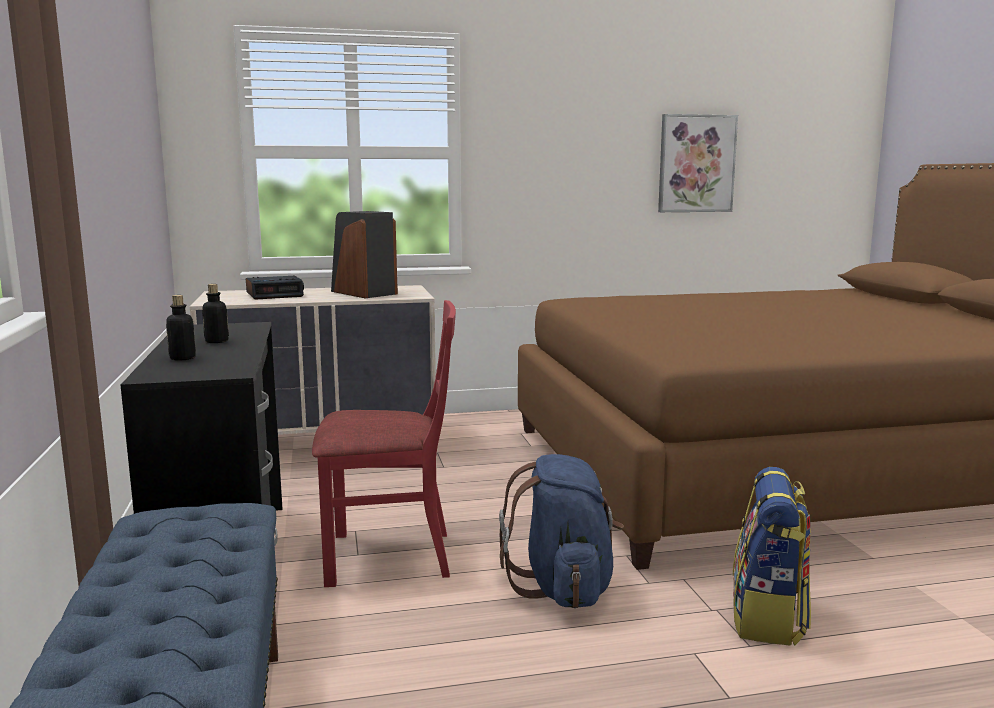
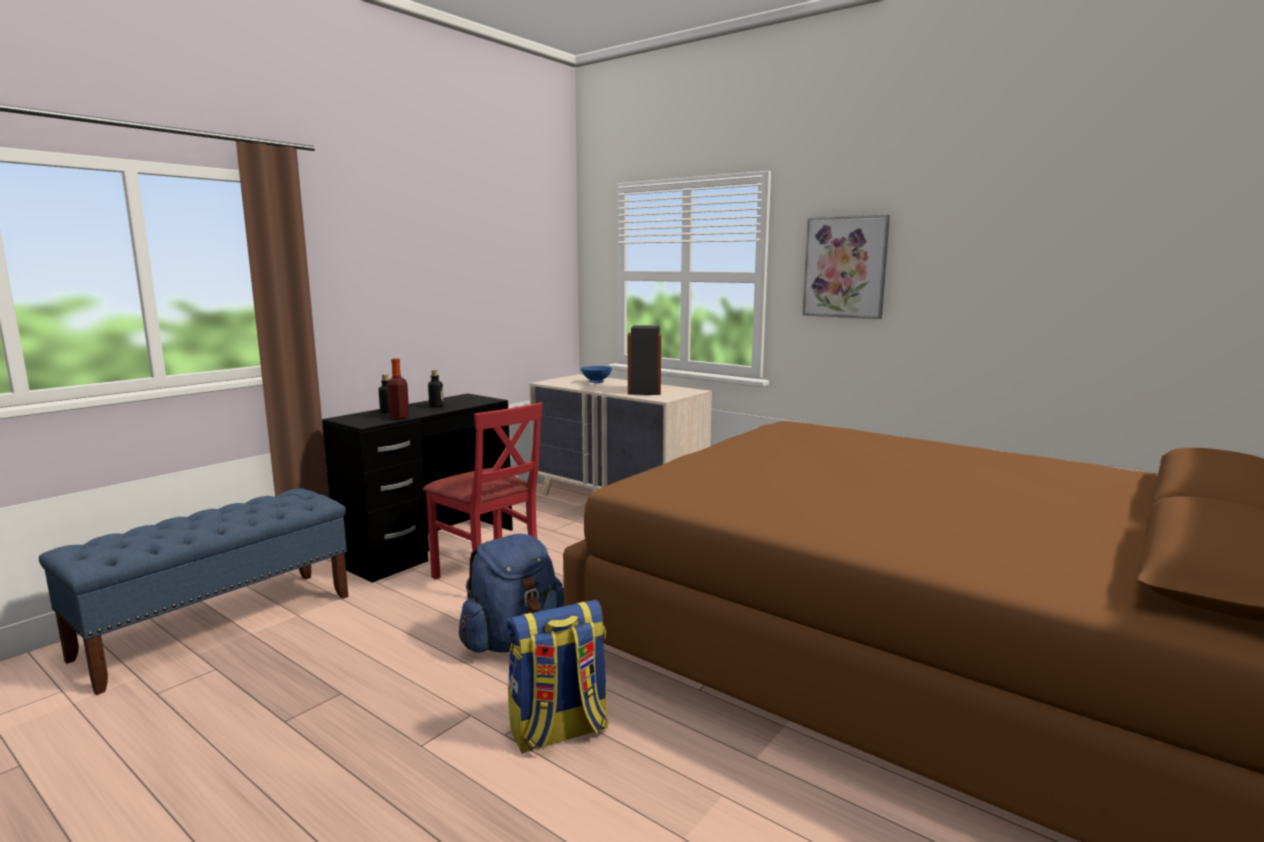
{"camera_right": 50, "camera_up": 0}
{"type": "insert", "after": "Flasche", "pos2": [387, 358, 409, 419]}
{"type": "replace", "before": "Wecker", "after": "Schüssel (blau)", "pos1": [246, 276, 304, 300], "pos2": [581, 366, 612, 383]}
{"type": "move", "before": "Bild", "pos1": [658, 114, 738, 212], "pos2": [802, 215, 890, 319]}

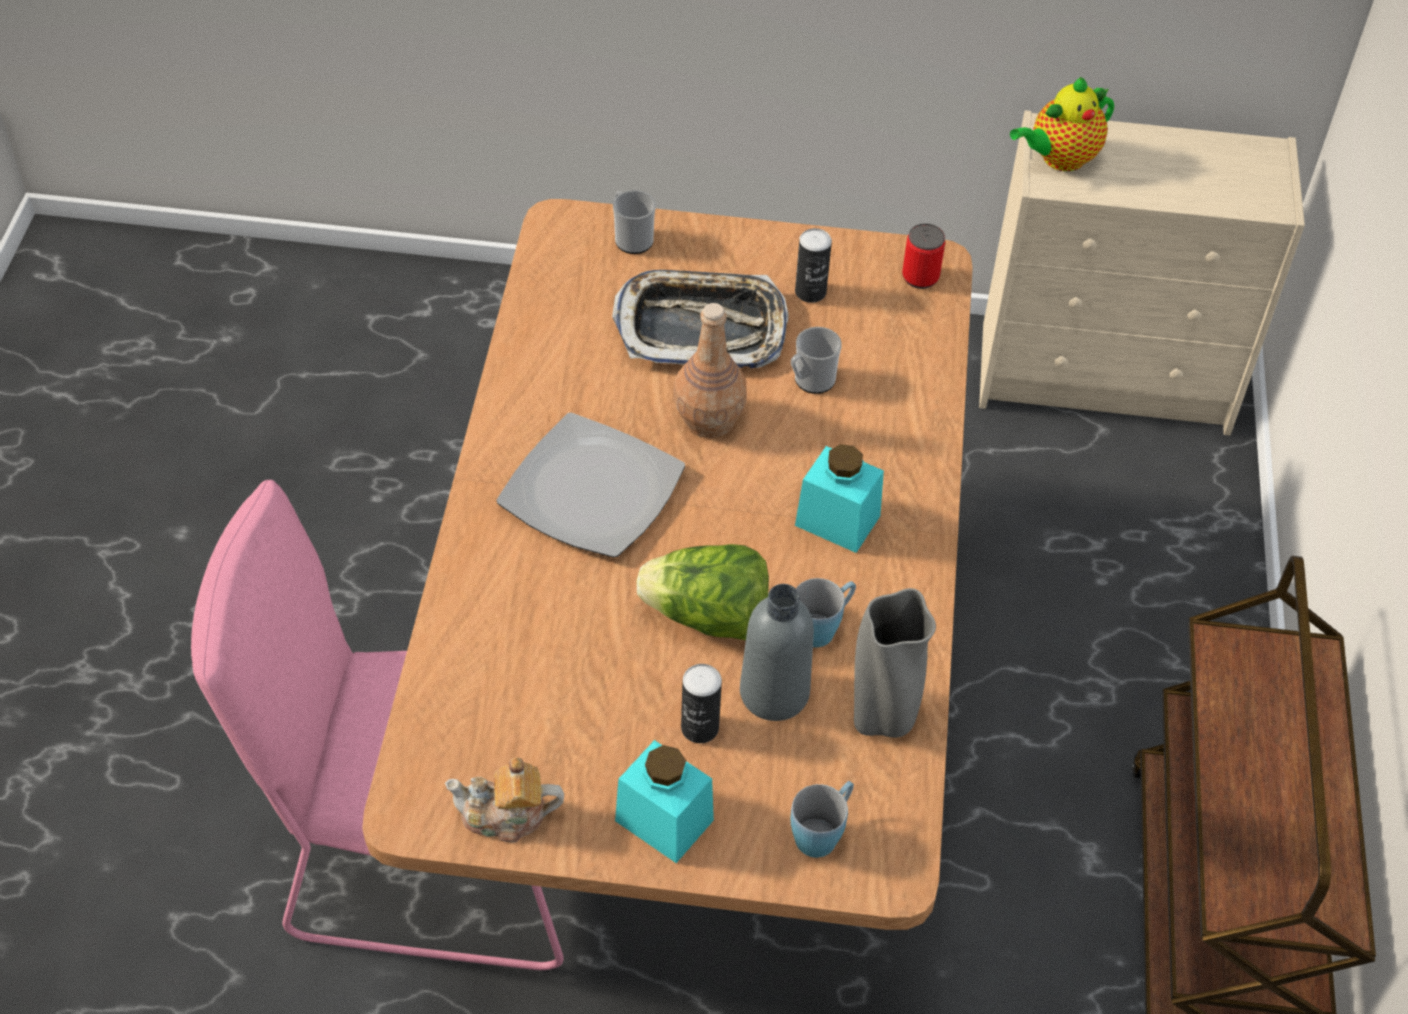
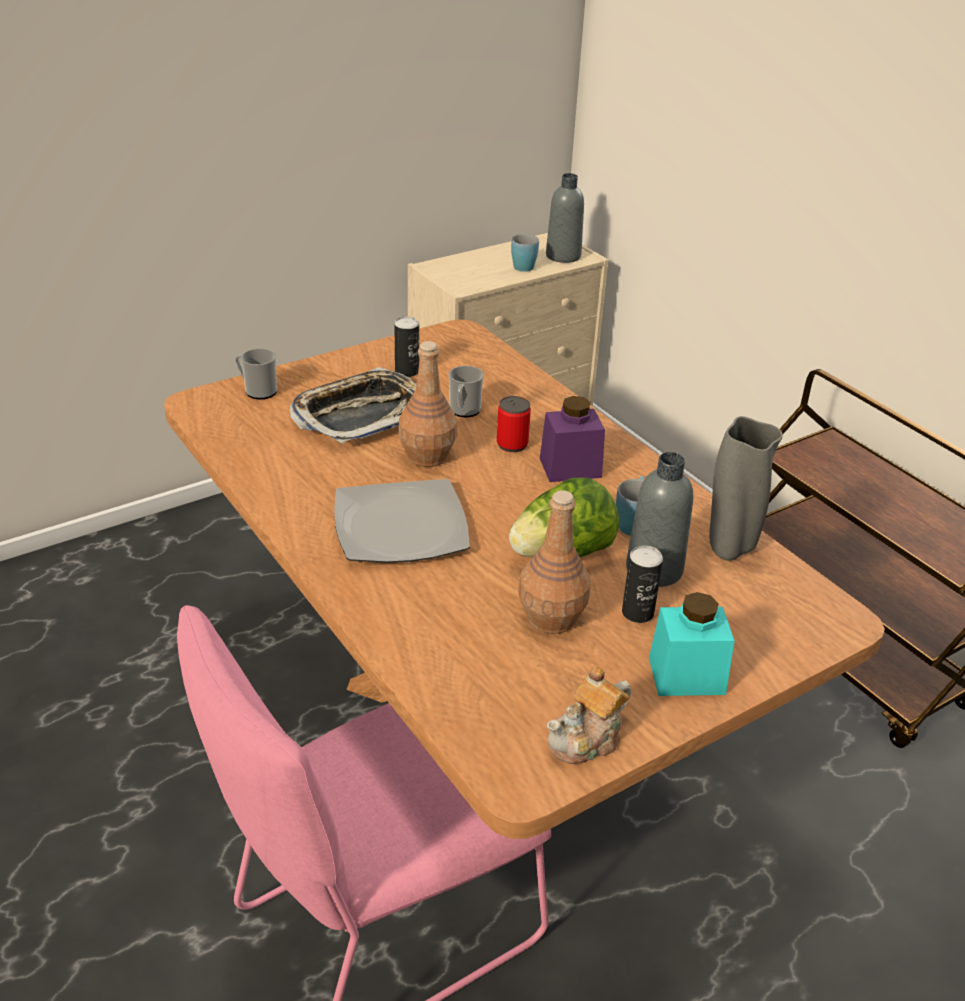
{"camera_right": -40, "camera_up": -15}
{"type": "move", "before": "Dose", "pos1": [902, 223, 945, 289], "pos2": [497, 396, 531, 452]}
{"type": "move", "before": "Henkelbecher (blau)", "pos1": [791, 781, 854, 858], "pos2": [511, 234, 539, 272]}
{"type": "insert", "after": "Flasche (braun)", "pos2": [518, 490, 591, 634]}
{"type": "recolor", "before": "Vorratsglas (türkis)", "after": "Vorratsglas (lila)", "pos1": [795, 444, 884, 553], "pos2": [540, 396, 605, 482]}
{"type": "insert", "after": "Flasche (grau)", "pos2": [546, 173, 584, 263]}
{"type": "delete", "before": "Teekanne", "pos1": [1010, 77, 1114, 171]}

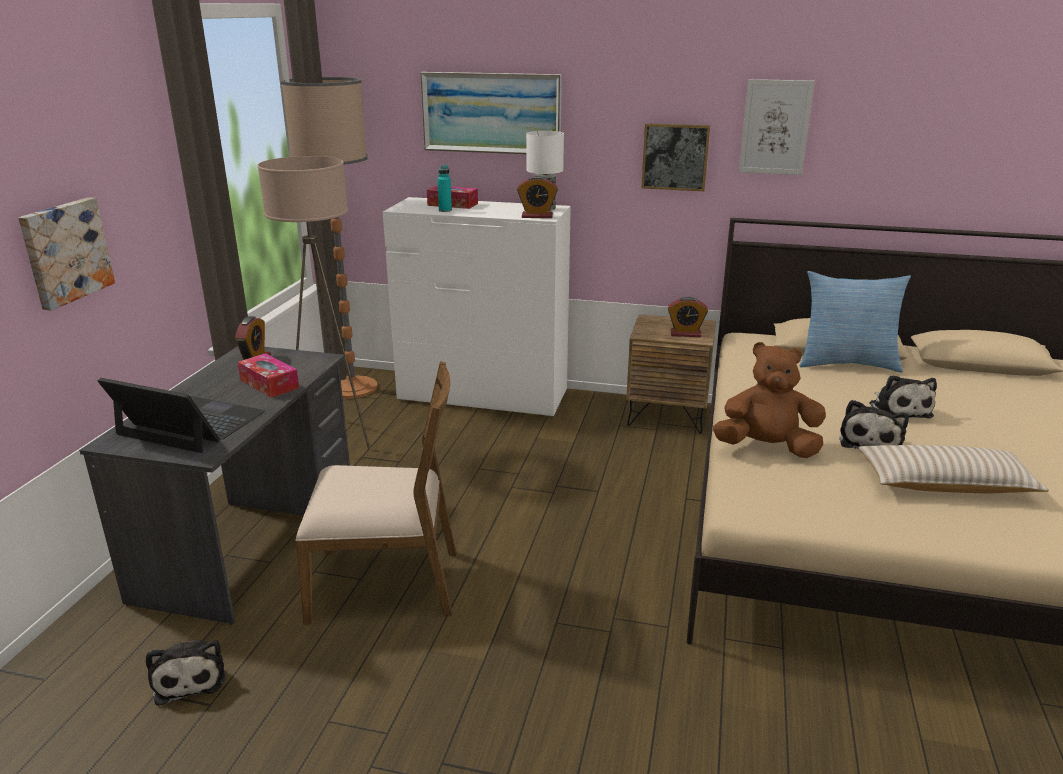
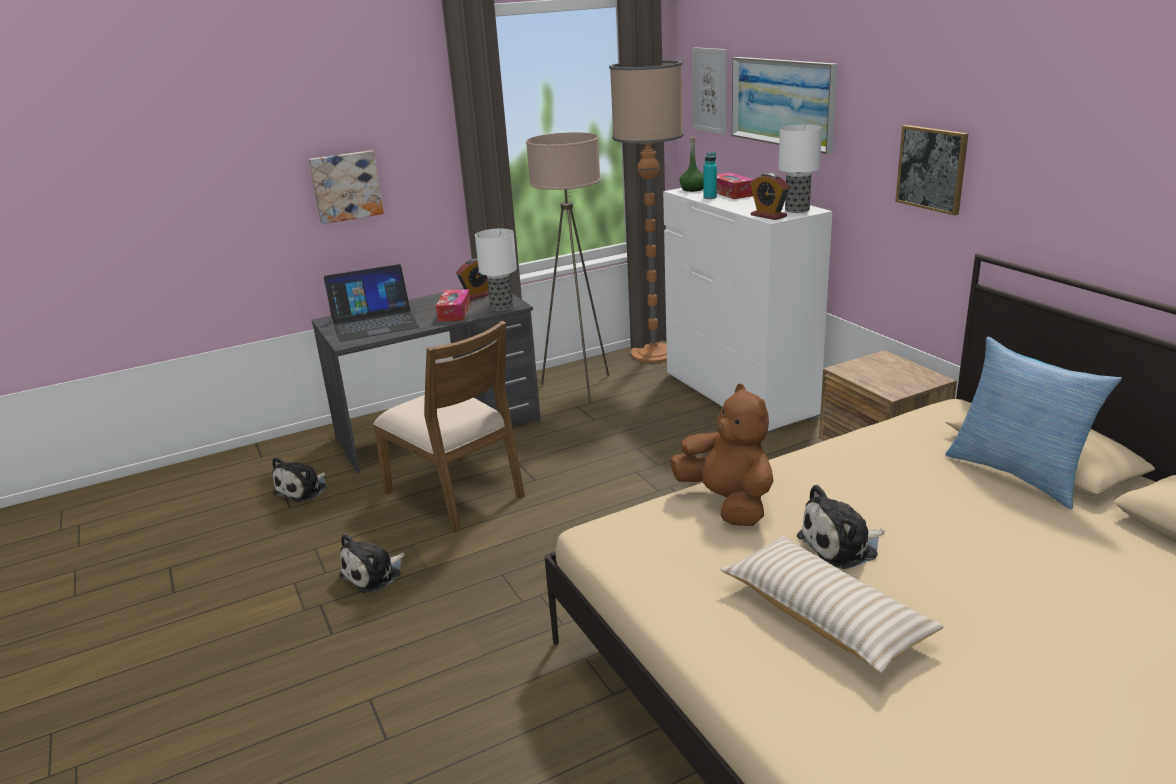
{"camera_right": 50, "camera_up": 0}
{"type": "rotate", "before": "Laptop", "pos1": [98, 378, 265, 453], "pos2": [324, 264, 420, 342], "turn": 90}
{"type": "move", "before": "Plüschtier", "pos1": [870, 375, 937, 418], "pos2": [339, 534, 405, 593]}
{"type": "insert", "after": "Tischlampe", "pos2": [475, 229, 517, 311]}
{"type": "insert", "after": "Flasche (grün)", "pos2": [679, 137, 703, 192]}
{"type": "move", "before": "Bild", "pos1": [739, 79, 815, 175], "pos2": [692, 47, 727, 135]}
{"type": "delete", "before": "Wecker", "pos1": [668, 297, 708, 337]}

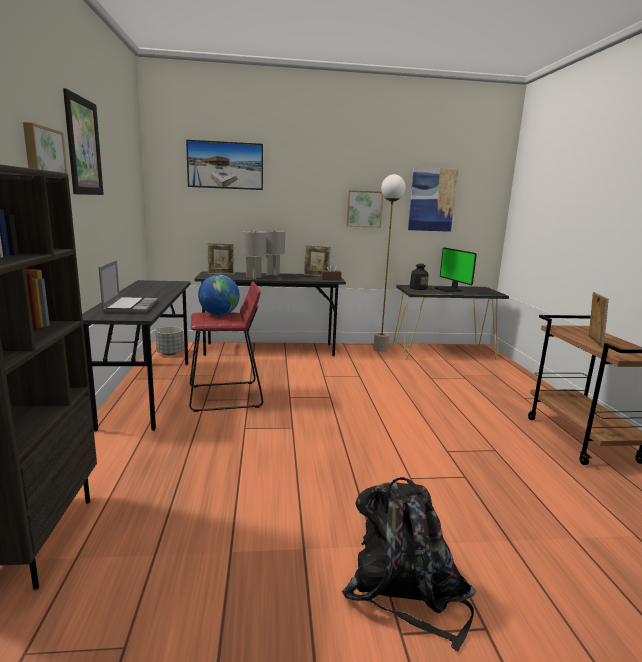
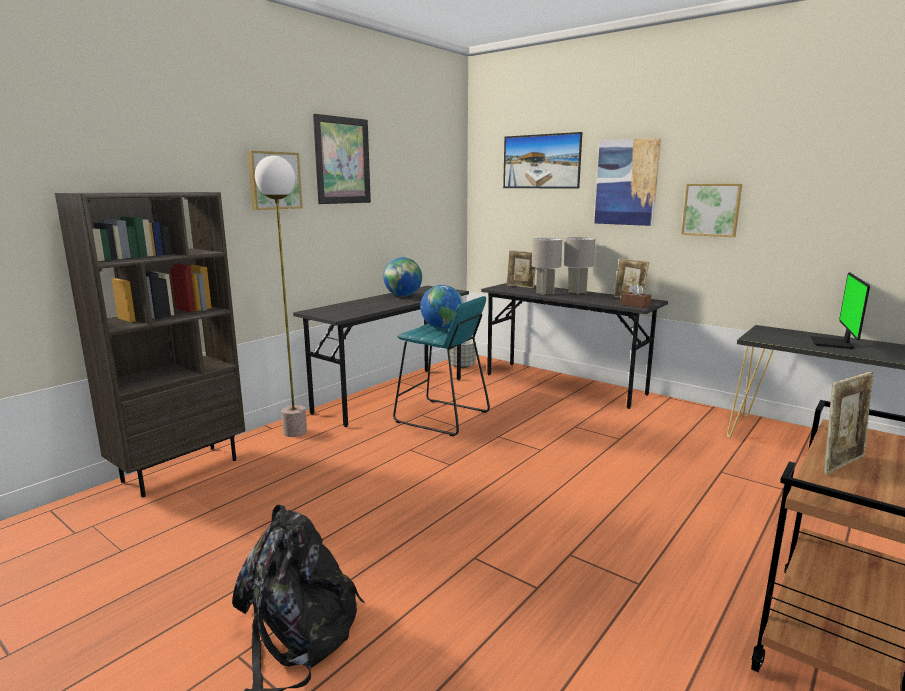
{"camera_right": 45, "camera_up": 0}
{"type": "move", "before": "Stehlampe", "pos1": [374, 174, 405, 352], "pos2": [255, 156, 307, 437]}
{"type": "insert", "after": "Globus", "pos2": [383, 257, 422, 297]}
{"type": "recolor", "before": "Hocker (rot)", "after": "Hocker (türkis)", "pos1": [189, 281, 263, 412], "pos2": [393, 296, 490, 437]}
{"type": "move", "before": "Bild", "pos1": [408, 167, 459, 232], "pos2": [594, 138, 661, 226]}
{"type": "delete", "before": "Laptop", "pos1": [99, 260, 158, 313]}
{"type": "delete", "before": "Flasche", "pos1": [410, 263, 428, 290]}

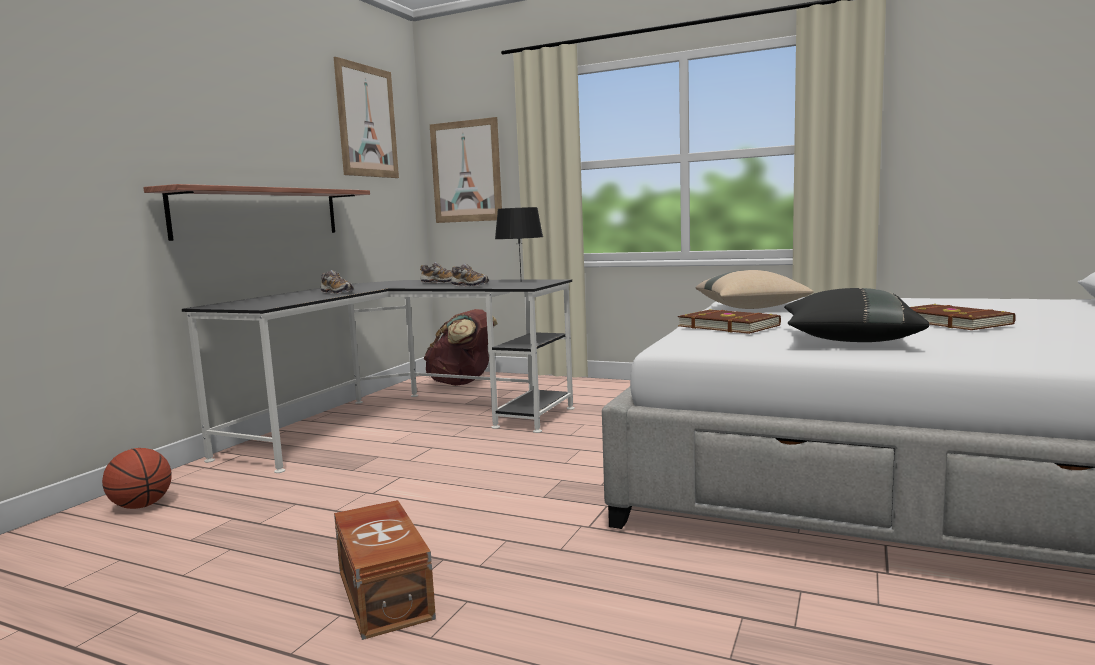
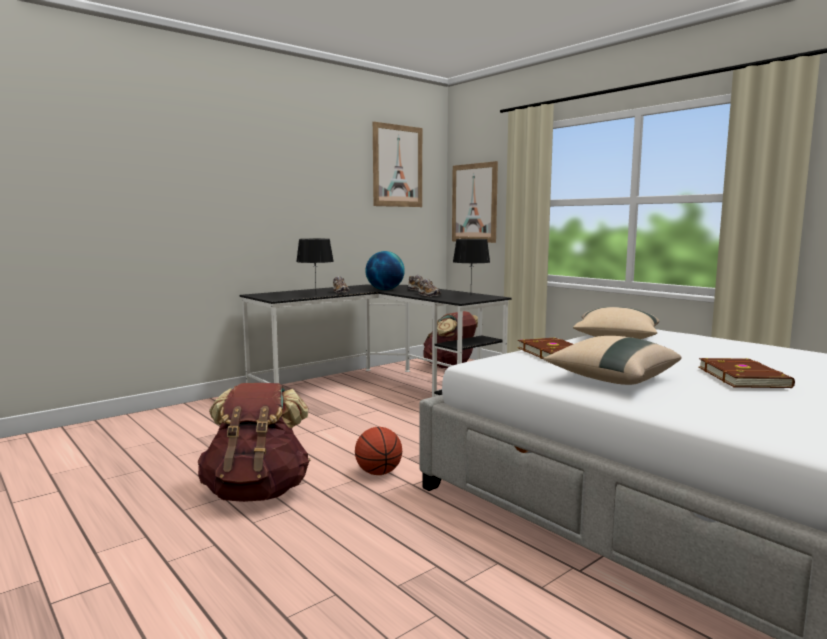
{"camera_right": 25, "camera_up": 0}
{"type": "replace", "before": "Aufbewahrungsbox (braun)", "after": "Rucksack (braun)", "pos1": [334, 500, 436, 640], "pos2": [198, 383, 311, 502]}
{"type": "insert", "after": "Tischlampe (schwarz)", "pos2": [296, 239, 334, 287]}
{"type": "move", "before": "Basketball", "pos1": [102, 448, 172, 509], "pos2": [355, 427, 402, 475]}
{"type": "insert", "after": "Globus", "pos2": [365, 251, 405, 290]}
{"type": "recolor", "before": "Kissen (schwarz)", "after": "Kissen (beige)", "pos1": [784, 288, 930, 342], "pos2": [544, 336, 682, 385]}
{"type": "delete", "before": "Wandregal", "pos1": [143, 184, 370, 241]}

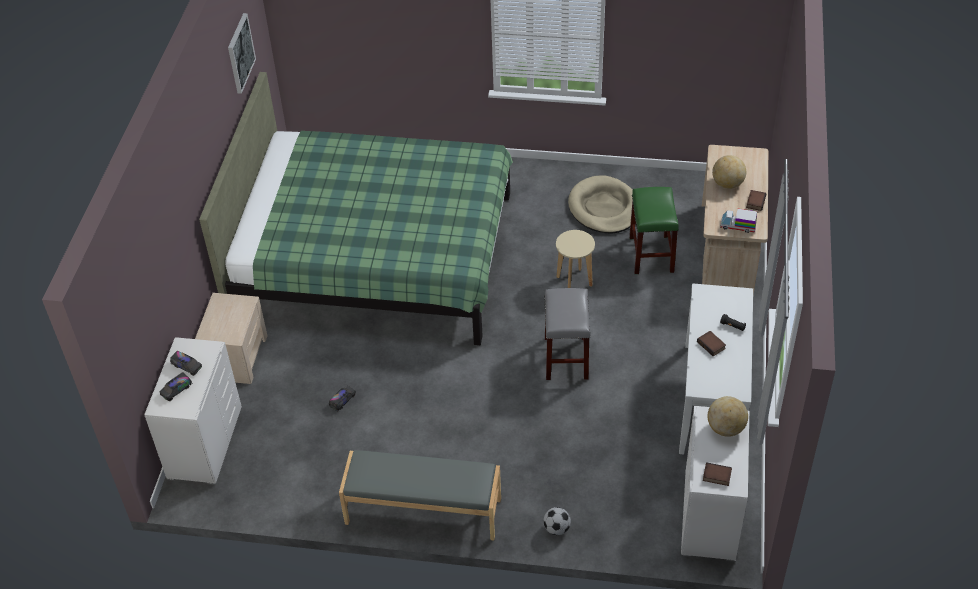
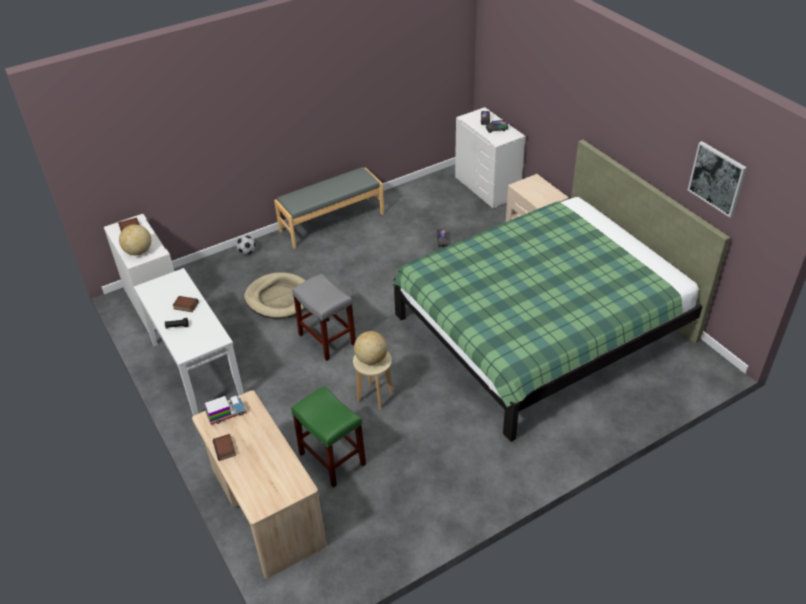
{"camera_right": 140, "camera_up": -5}
{"type": "move", "before": "Hundebett (beige)", "pos1": [568, 175, 633, 233], "pos2": [244, 272, 306, 318]}
{"type": "move", "before": "Globus", "pos1": [712, 155, 746, 189], "pos2": [354, 331, 388, 365]}

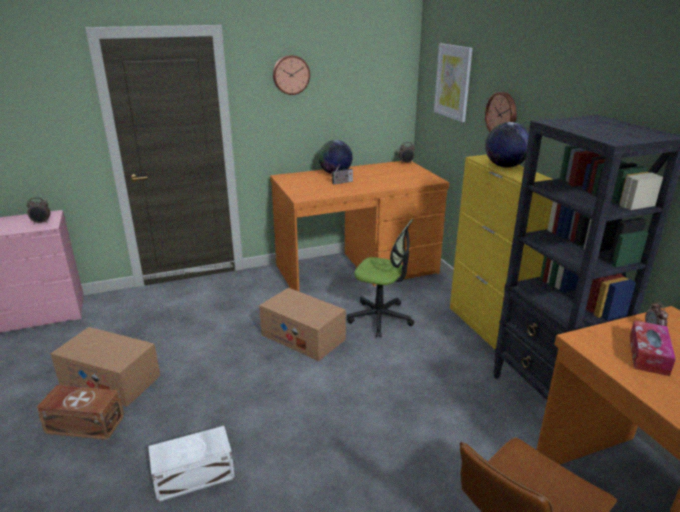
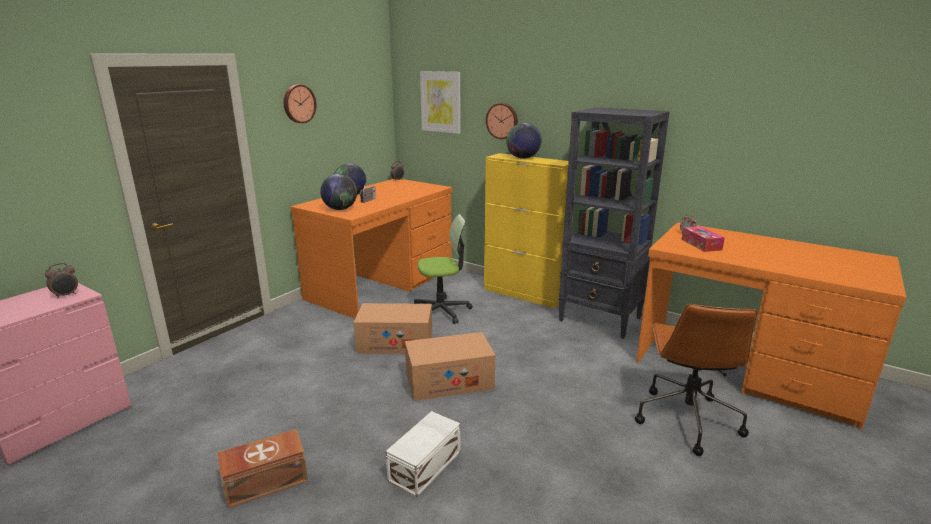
{"camera_right": -35, "camera_up": -5}
{"type": "insert", "after": "Globus", "pos2": [320, 174, 357, 210]}
{"type": "move", "before": "Karton", "pos1": [50, 327, 160, 407], "pos2": [405, 332, 495, 401]}

